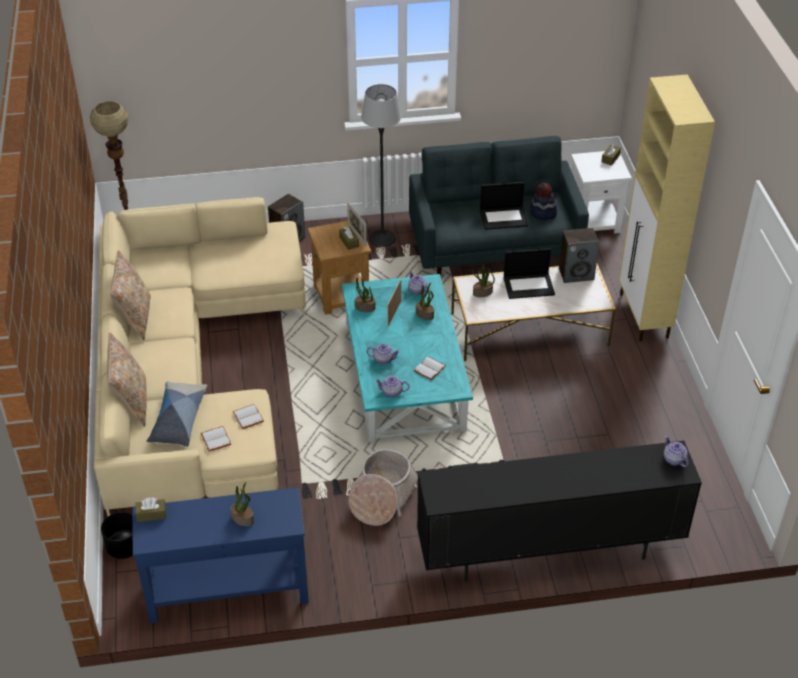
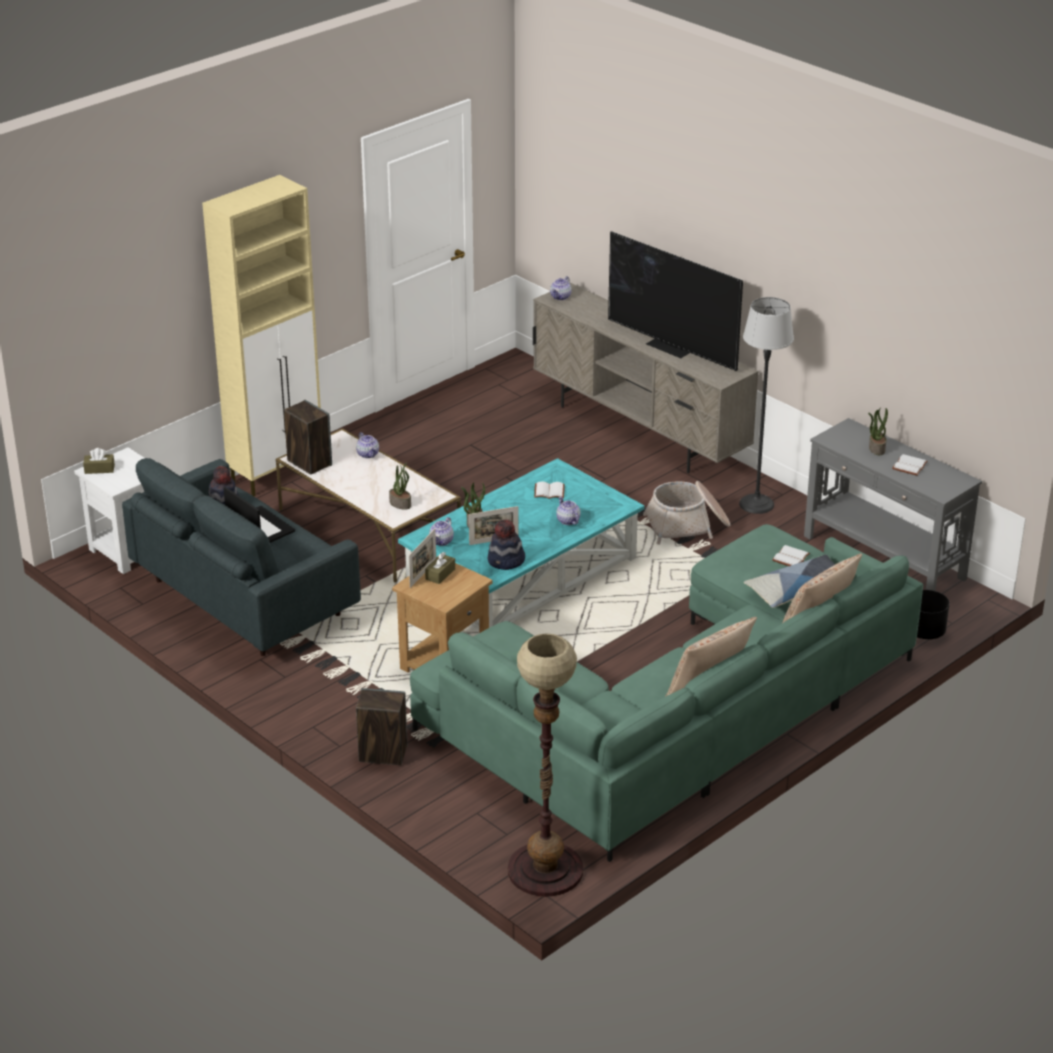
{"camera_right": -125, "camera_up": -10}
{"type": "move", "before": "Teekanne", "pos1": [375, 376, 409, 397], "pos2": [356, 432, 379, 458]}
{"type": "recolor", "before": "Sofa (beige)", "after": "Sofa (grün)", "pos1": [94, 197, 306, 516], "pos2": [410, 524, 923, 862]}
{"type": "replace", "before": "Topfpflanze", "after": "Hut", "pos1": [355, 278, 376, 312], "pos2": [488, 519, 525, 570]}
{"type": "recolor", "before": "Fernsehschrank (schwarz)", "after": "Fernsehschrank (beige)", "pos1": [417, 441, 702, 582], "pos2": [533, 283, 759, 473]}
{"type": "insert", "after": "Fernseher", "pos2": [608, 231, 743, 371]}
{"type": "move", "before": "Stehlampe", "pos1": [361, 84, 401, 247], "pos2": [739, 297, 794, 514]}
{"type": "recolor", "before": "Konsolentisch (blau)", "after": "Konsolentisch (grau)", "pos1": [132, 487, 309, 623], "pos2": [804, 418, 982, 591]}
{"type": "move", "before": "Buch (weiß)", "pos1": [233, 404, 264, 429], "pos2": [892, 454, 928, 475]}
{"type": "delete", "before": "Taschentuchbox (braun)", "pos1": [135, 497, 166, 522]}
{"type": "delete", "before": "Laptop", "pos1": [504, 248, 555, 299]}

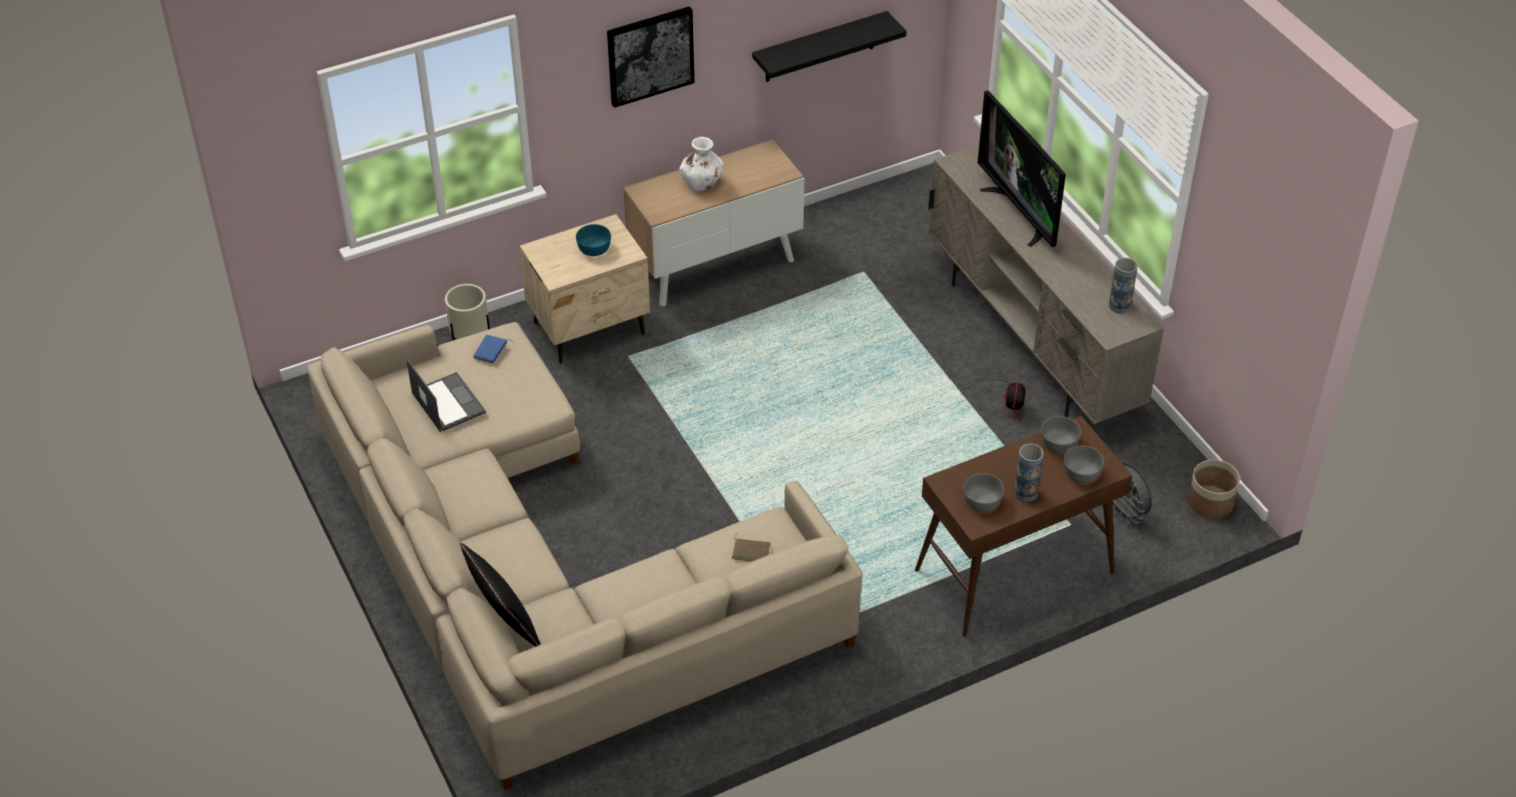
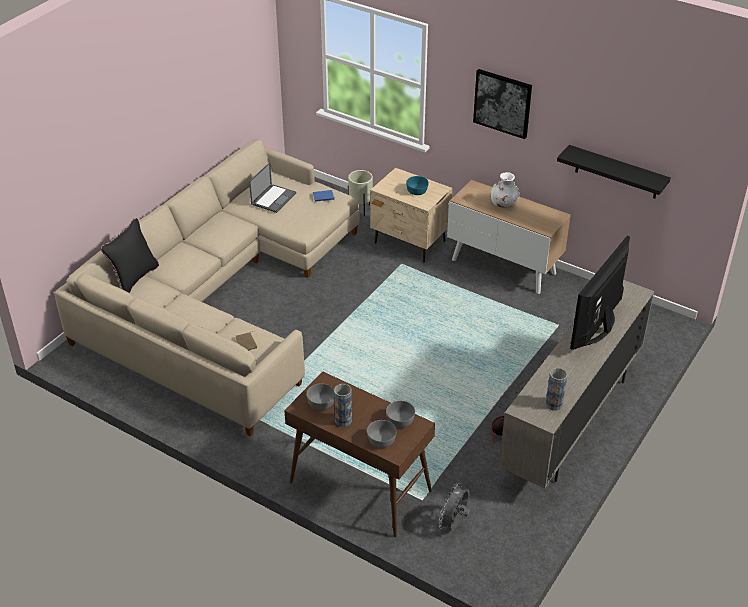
{"camera_right": 60, "camera_up": -5}
{"type": "delete", "before": "Pflanzkübel", "pos1": [1188, 460, 1240, 519]}

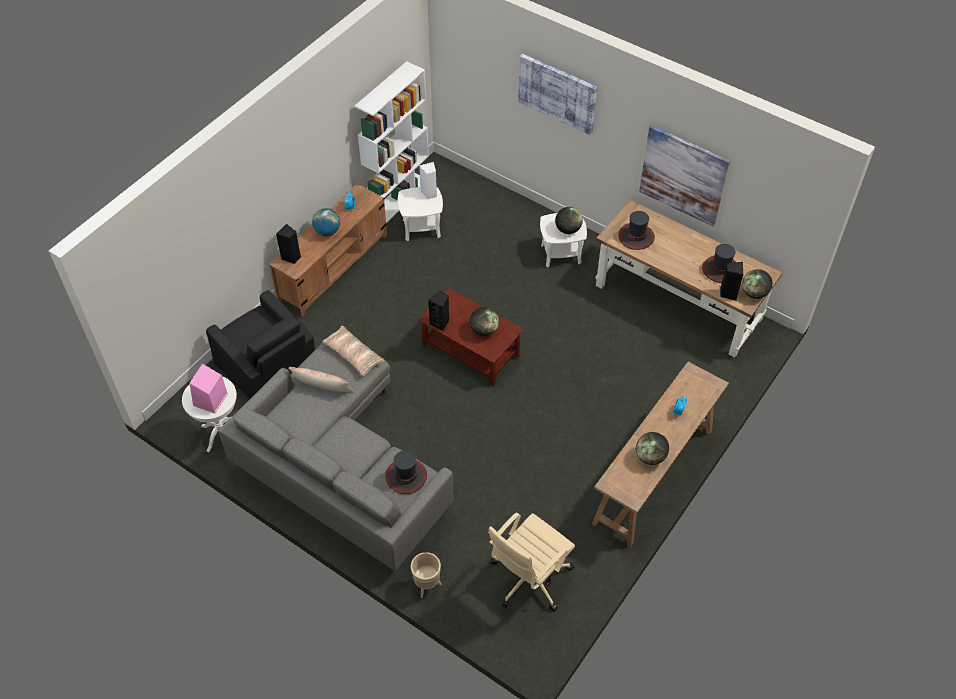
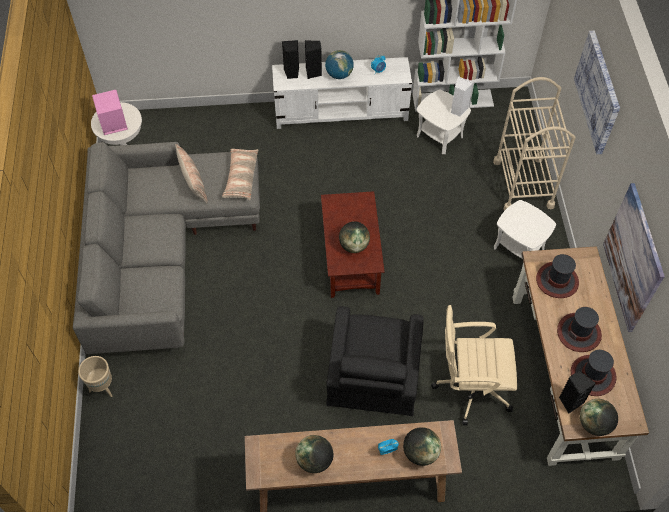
{"camera_right": 50, "camera_up": 5}
{"type": "recolor", "before": "Fernsehschrank (braun)", "after": "Fernsehschrank (weiß)", "pos1": [269, 184, 387, 317], "pos2": [272, 57, 412, 129]}
{"type": "move", "before": "Lautsprecher (schwarz)", "pos1": [429, 291, 449, 331], "pos2": [305, 41, 322, 79]}
{"type": "move", "before": "Sessel (schwarz)", "pos1": [206, 291, 315, 399], "pos2": [326, 306, 424, 416]}
{"type": "move", "before": "Globus", "pos1": [555, 207, 583, 234], "pos2": [403, 427, 441, 466]}
{"type": "move", "before": "Bürostuhl (beige)", "pos1": [488, 512, 575, 611], "pos2": [431, 305, 517, 425]}
{"type": "insert", "after": "Rollwagen (beige)", "pos2": [493, 77, 575, 211]}
{"type": "move", "before": "Hut", "pos1": [385, 450, 427, 494], "pos2": [557, 307, 602, 352]}

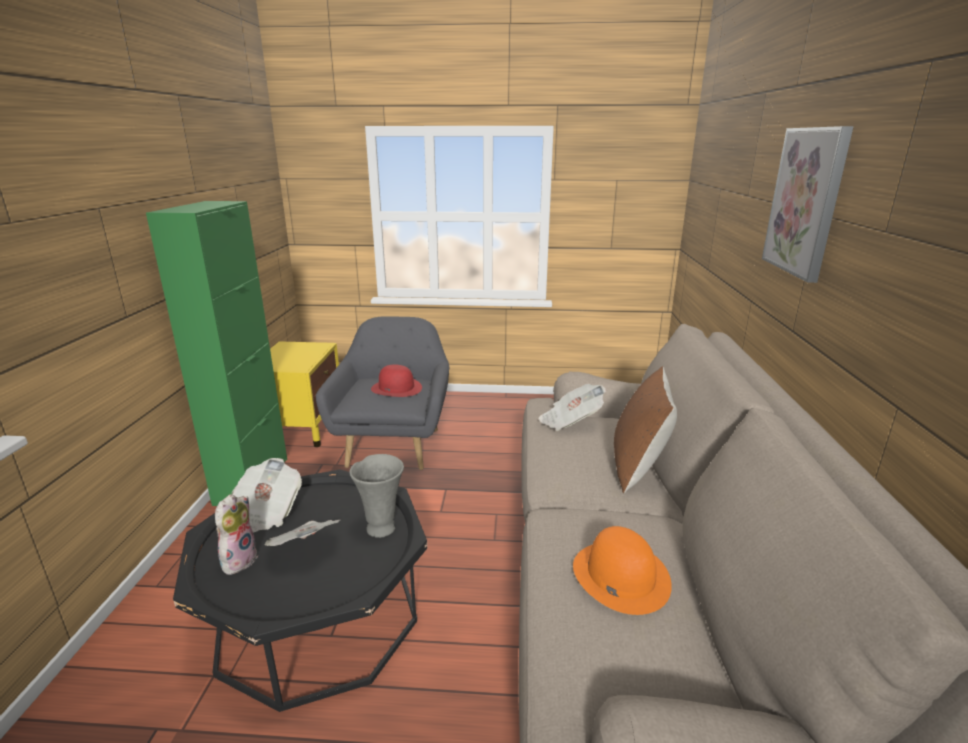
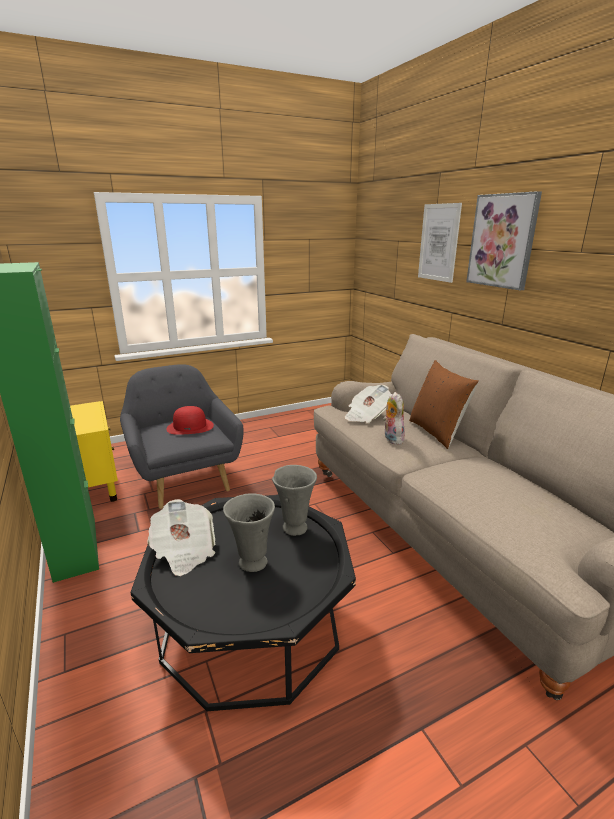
{"camera_right": -30, "camera_up": 0}
{"type": "replace", "before": "Zeitung", "after": "Vase (grau)", "pos1": [264, 520, 340, 546], "pos2": [223, 493, 275, 572]}
{"type": "move", "before": "Plüschtier", "pos1": [215, 494, 258, 575], "pos2": [383, 392, 405, 445]}
{"type": "insert", "after": "Bild", "pos2": [418, 203, 462, 283]}
{"type": "delete", "before": "Hut (orange)", "pos1": [573, 526, 672, 615]}

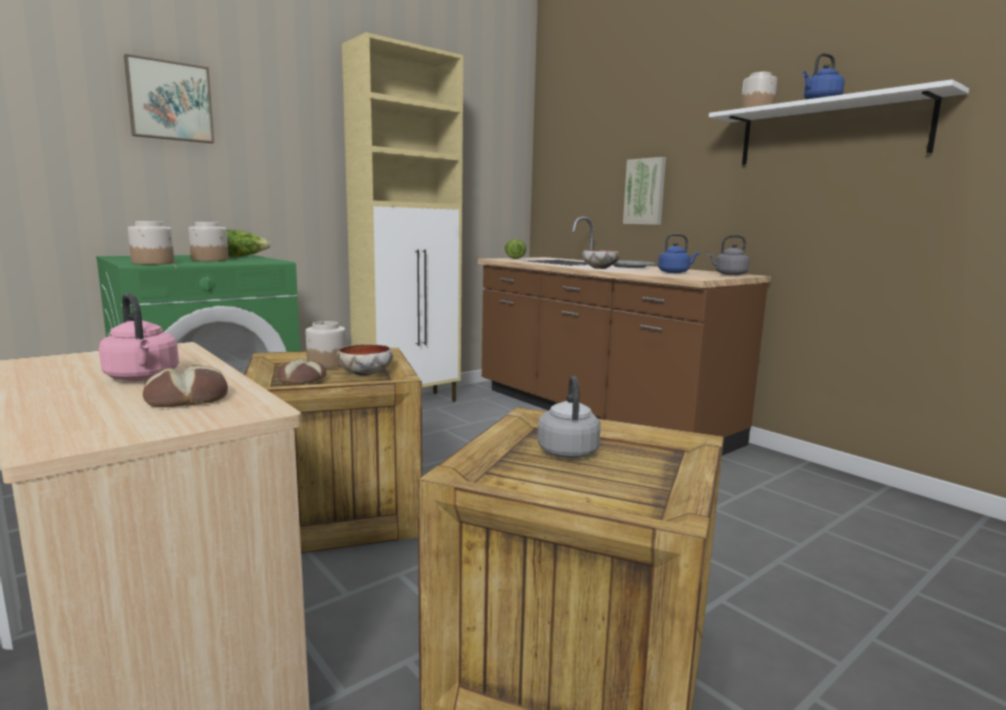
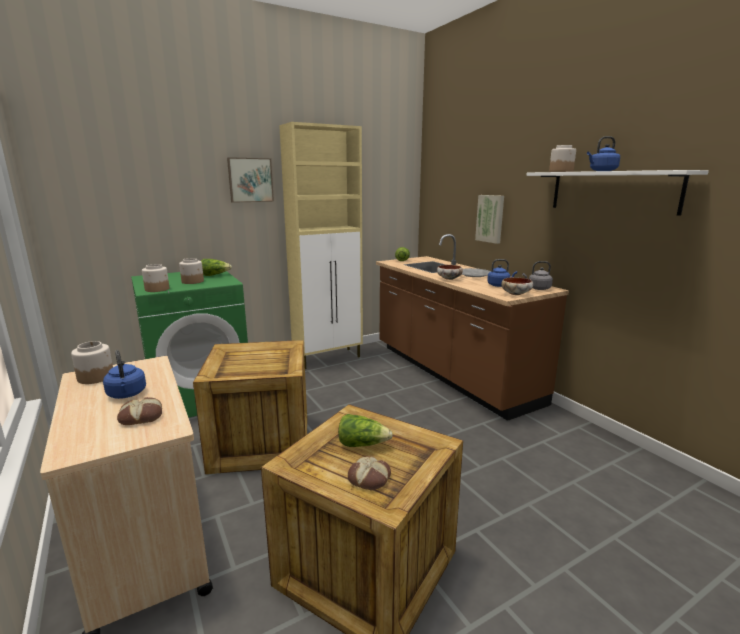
{"camera_right": 10, "camera_up": 5}
{"type": "move", "before": "Vorratsglas", "pos1": [306, 321, 346, 368], "pos2": [71, 341, 113, 384]}
{"type": "recolor", "before": "Wasserkessel (rosa)", "after": "Wasserkessel (blau)", "pos1": [99, 293, 179, 381], "pos2": [103, 350, 146, 399]}
{"type": "move", "before": "Bild", "pos1": [124, 54, 214, 143], "pos2": [227, 157, 274, 203]}
{"type": "replace", "before": "Wasserkessel (grau)", "after": "Salatkopf", "pos1": [537, 376, 601, 458], "pos2": [338, 414, 393, 447]}
{"type": "move", "before": "Brot", "pos1": [277, 358, 326, 384], "pos2": [348, 456, 391, 491]}
{"type": "move", "before": "Schüssel", "pos1": [336, 344, 393, 376], "pos2": [501, 277, 533, 295]}

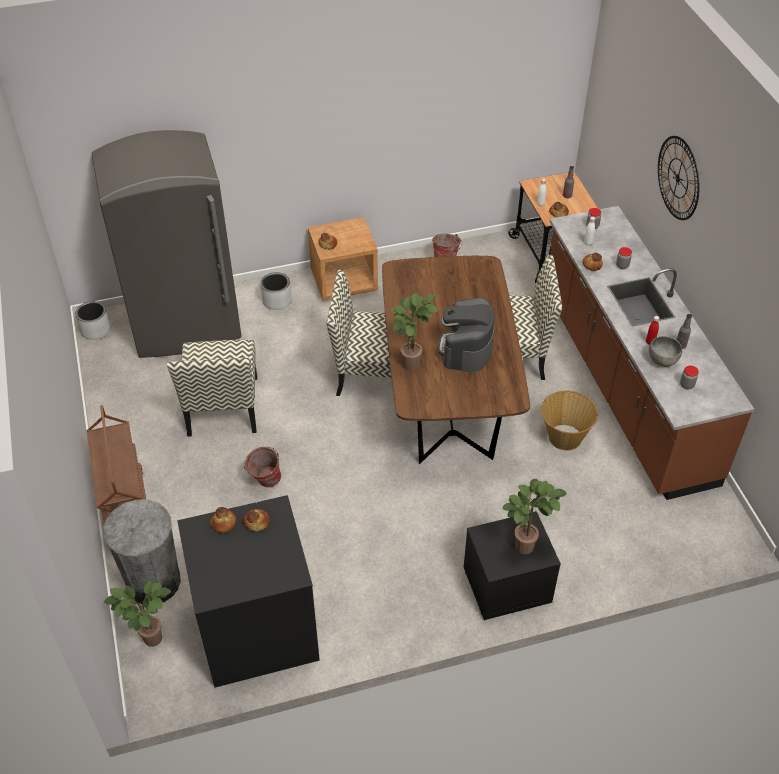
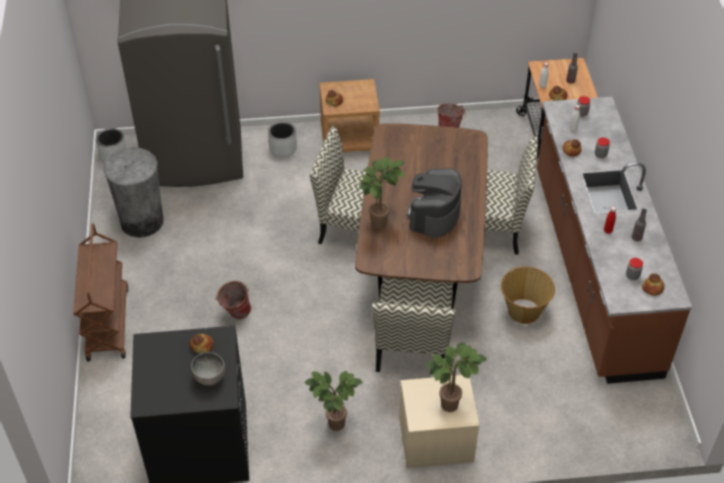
{"camera_right": 10, "camera_up": 0}
{"type": "move", "before": "Mülleimer (grau)", "pos1": [103, 500, 181, 604], "pos2": [103, 147, 164, 238]}
{"type": "move", "before": "Schüssel (grau)", "pos1": [649, 336, 682, 367], "pos2": [191, 352, 225, 386]}
{"type": "move", "before": "Topfpflanze", "pos1": [104, 581, 171, 647], "pos2": [305, 371, 363, 431]}
{"type": "move", "before": "Stuhl", "pos1": [167, 340, 257, 437], "pos2": [372, 278, 455, 372]}
{"type": "recolor", "before": "Nachttisch (schwarz)", "after": "Nachttisch (beige)", "pos1": [464, 511, 561, 620], "pos2": [399, 375, 480, 468]}
{"type": "move", "before": "Brot", "pos1": [210, 507, 236, 533], "pos2": [642, 274, 664, 296]}
{"type": "delete", "before": "Wanduhr", "pos1": [658, 136, 699, 220]}

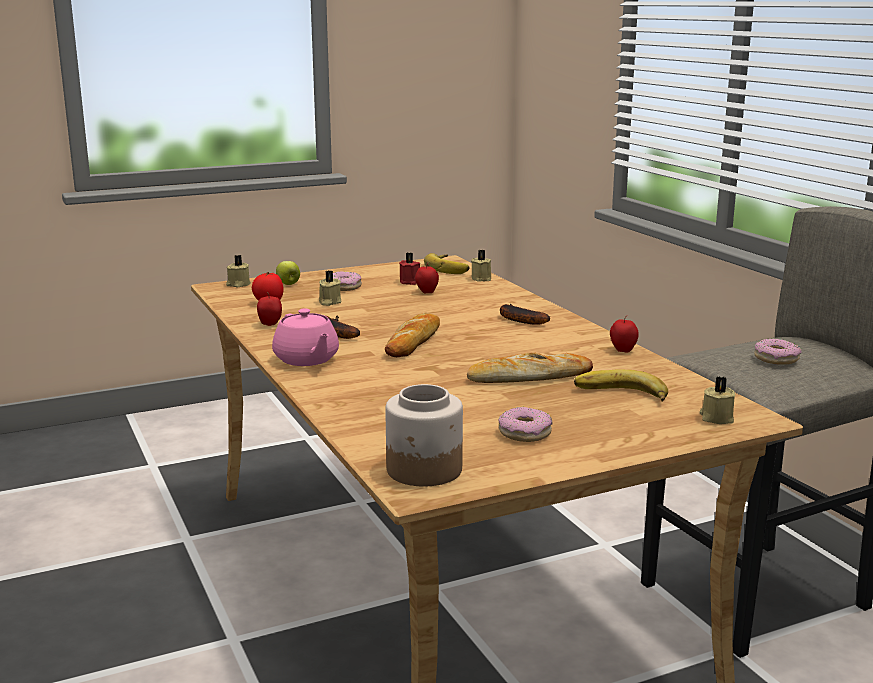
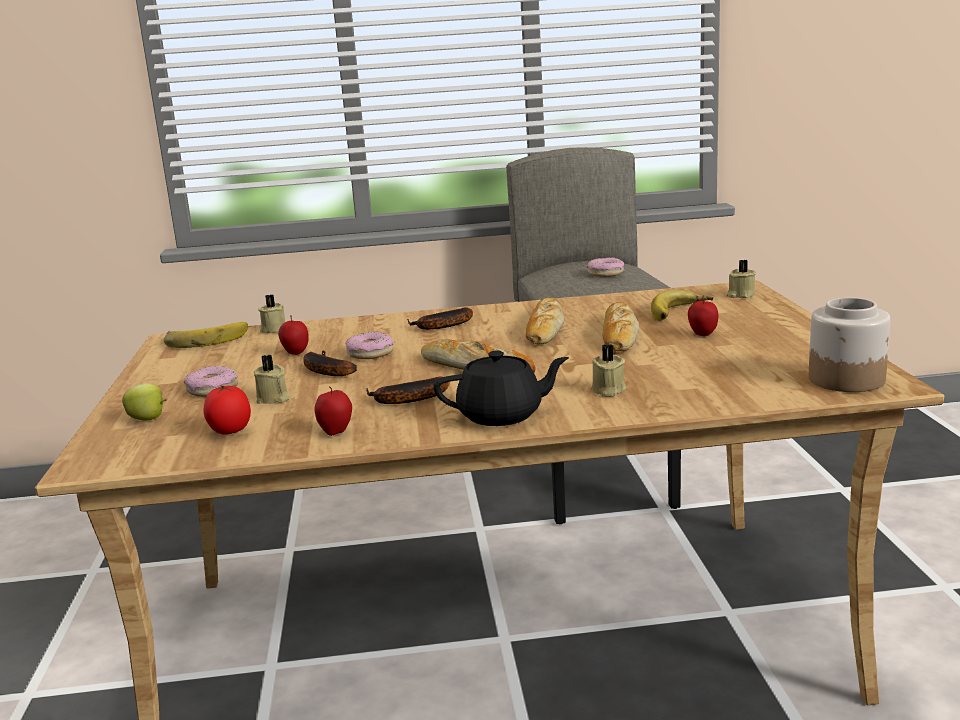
{"camera_right": -70, "camera_up": 0}
{"type": "insert", "after": "Banane", "pos2": [303, 350, 357, 376]}
{"type": "move", "before": "Donut", "pos1": [498, 407, 553, 442], "pos2": [345, 332, 393, 359]}
{"type": "recolor", "before": "Teekanne (rosa)", "after": "Teekanne (schwarz)", "pos1": [272, 308, 339, 366], "pos2": [433, 351, 569, 426]}
{"type": "insert", "after": "Brot", "pos2": [526, 297, 565, 344]}
{"type": "move", "before": "Kerze (beige)", "pos1": [226, 255, 251, 287], "pos2": [591, 344, 626, 397]}
{"type": "move", "before": "Apfel", "pos1": [610, 317, 639, 353], "pos2": [688, 295, 718, 336]}
{"type": "delete", "before": "Kerze (rot)", "pos1": [399, 253, 420, 285]}

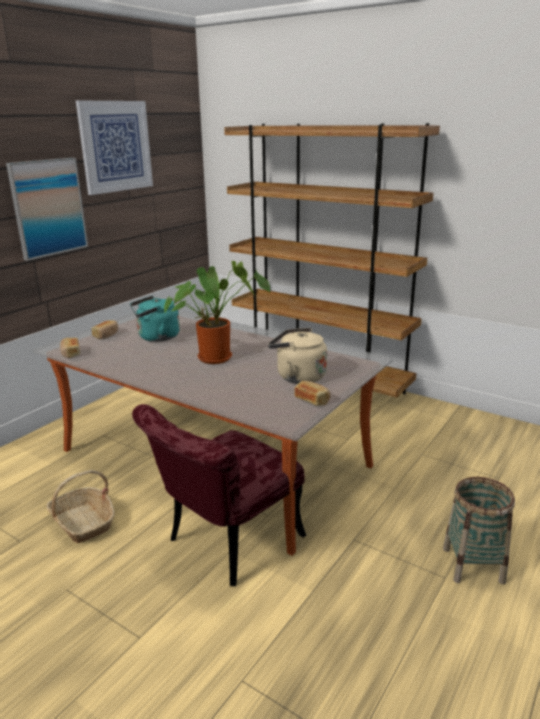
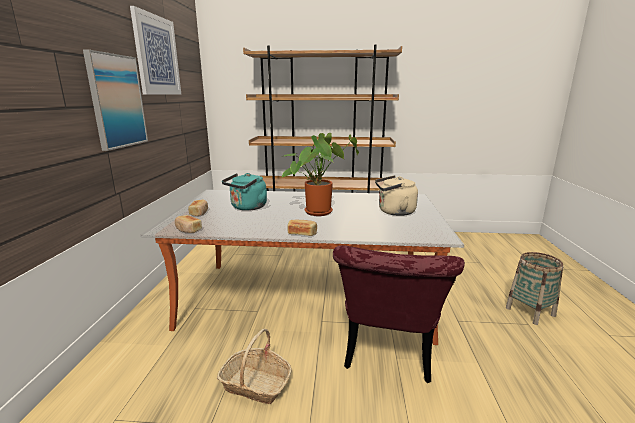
{"camera_right": -30, "camera_up": -5}
{"type": "move", "before": "Brot", "pos1": [294, 381, 330, 406], "pos2": [287, 220, 317, 236]}

